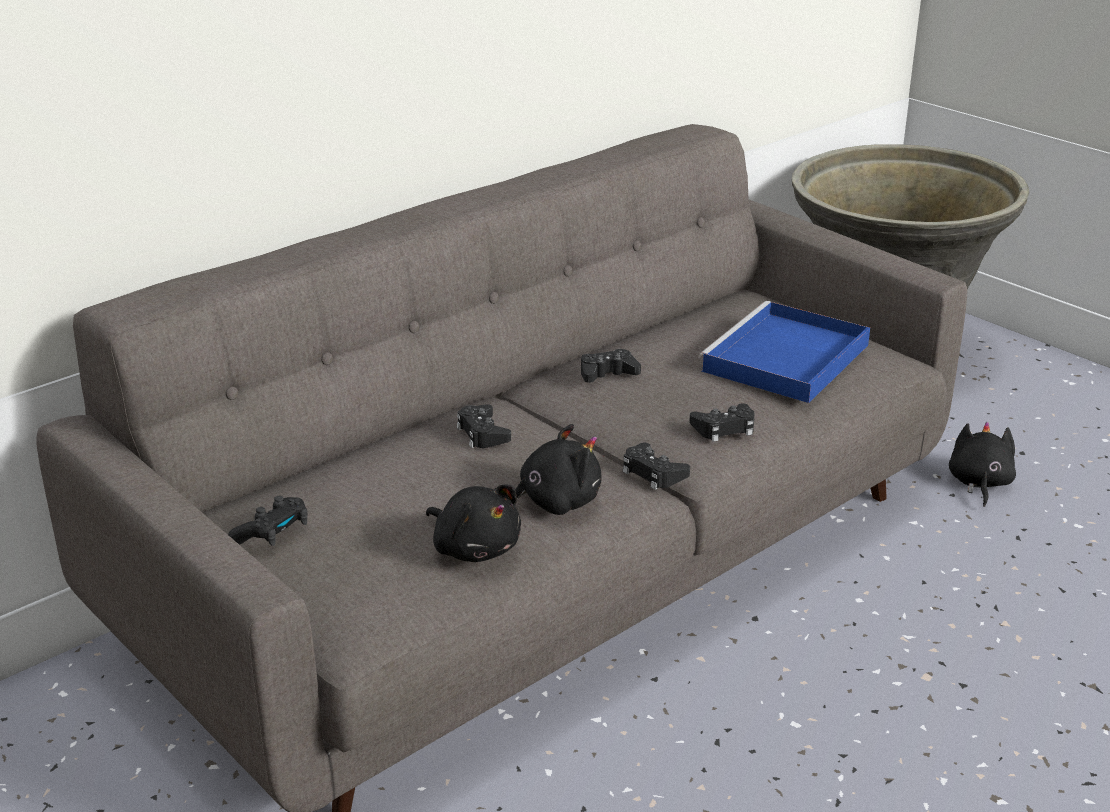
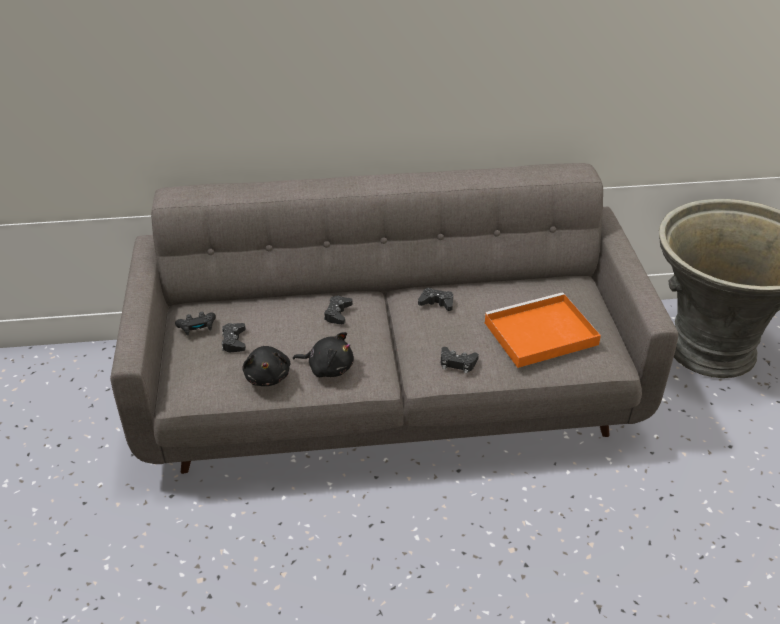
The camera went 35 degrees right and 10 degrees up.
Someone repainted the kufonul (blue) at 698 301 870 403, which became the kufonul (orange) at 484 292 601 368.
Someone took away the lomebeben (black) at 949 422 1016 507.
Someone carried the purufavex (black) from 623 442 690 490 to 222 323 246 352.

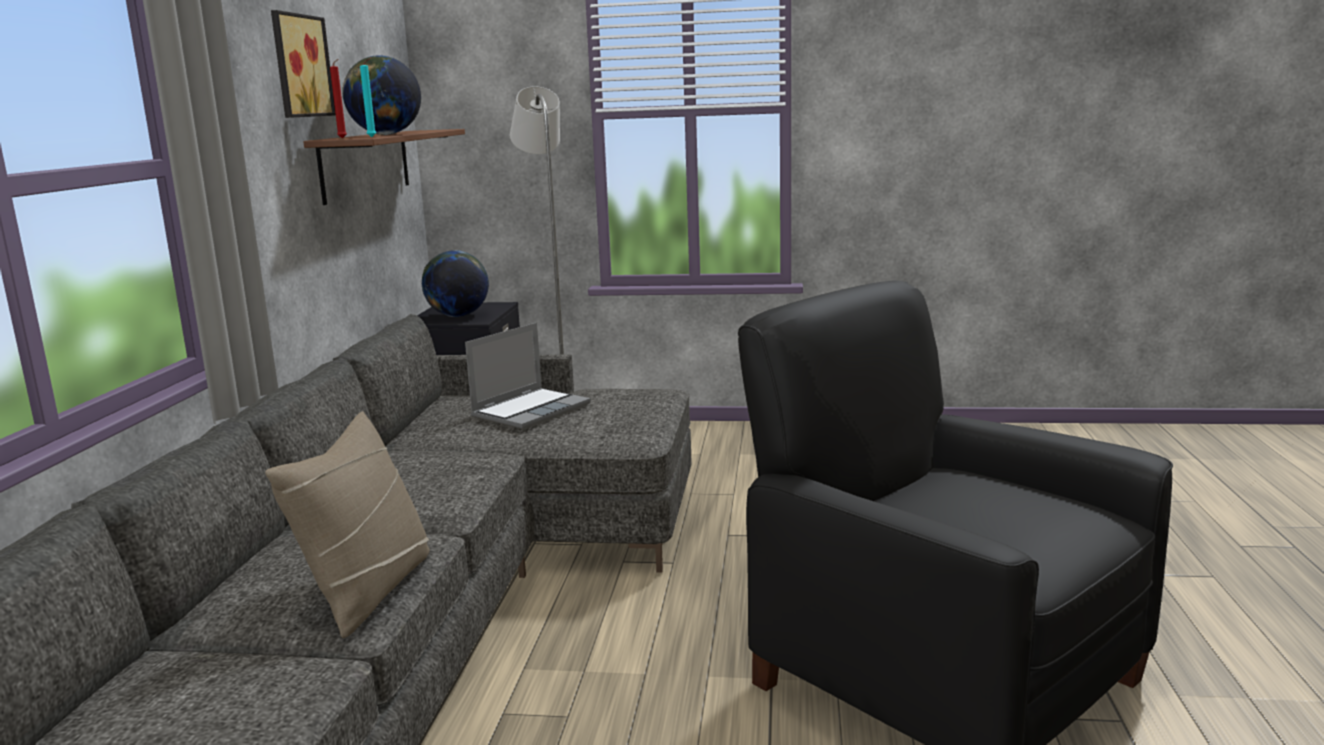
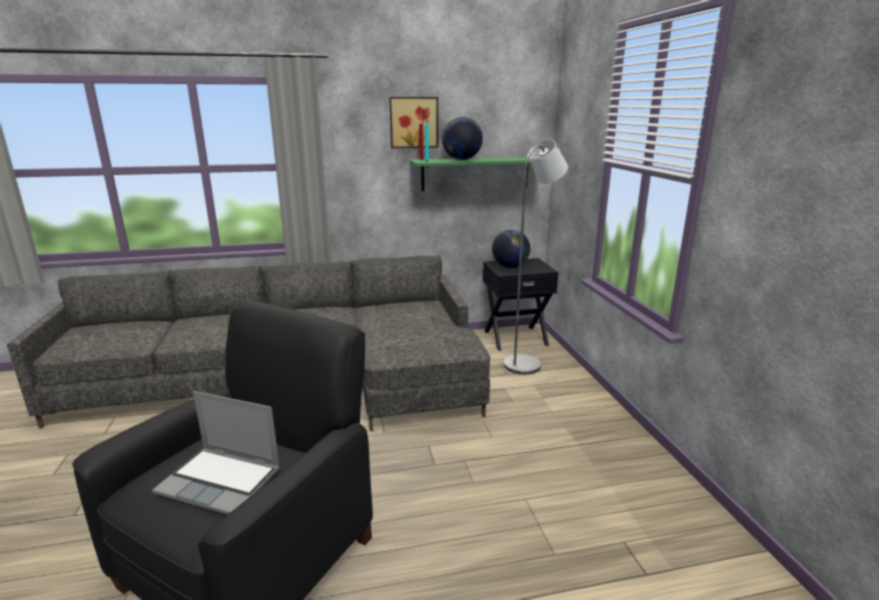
The camera went 70 degrees right and 5 degrees up.
Someone repainted the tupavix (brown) at 303 129 465 205, which became the tupavix (green) at 409 157 532 191.
Someone carried the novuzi from 465 323 591 430 to 152 391 280 515.
Someone took away the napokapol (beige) at 265 411 430 638.

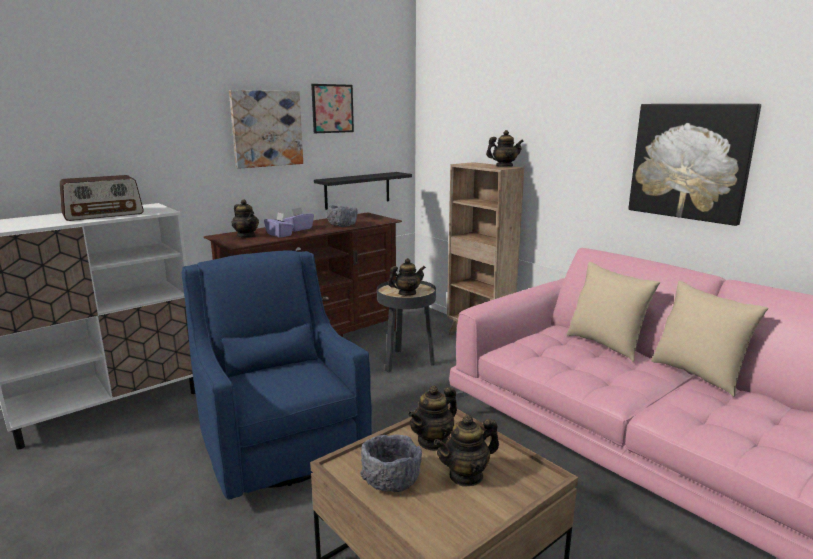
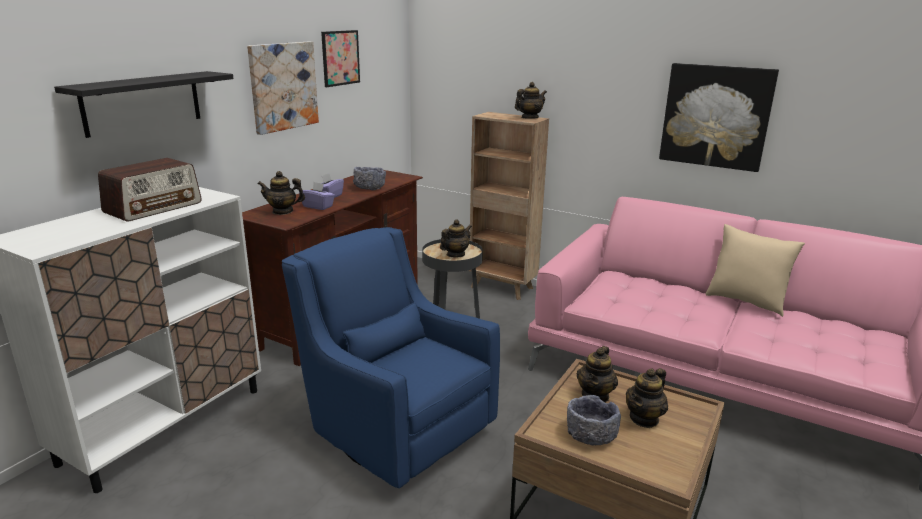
The camera went 20 degrees left and 5 degrees up.
Someone carried the tupavix (black) from 314 172 412 210 to 54 71 234 138.
Someone rotated the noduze at 232 199 259 238 by 150 degrees clockwise.
Someone took away the napokapol (beige) at 567 262 660 362.

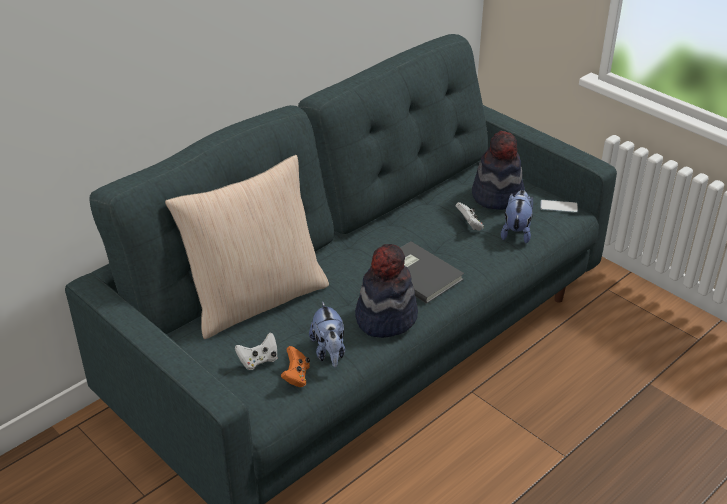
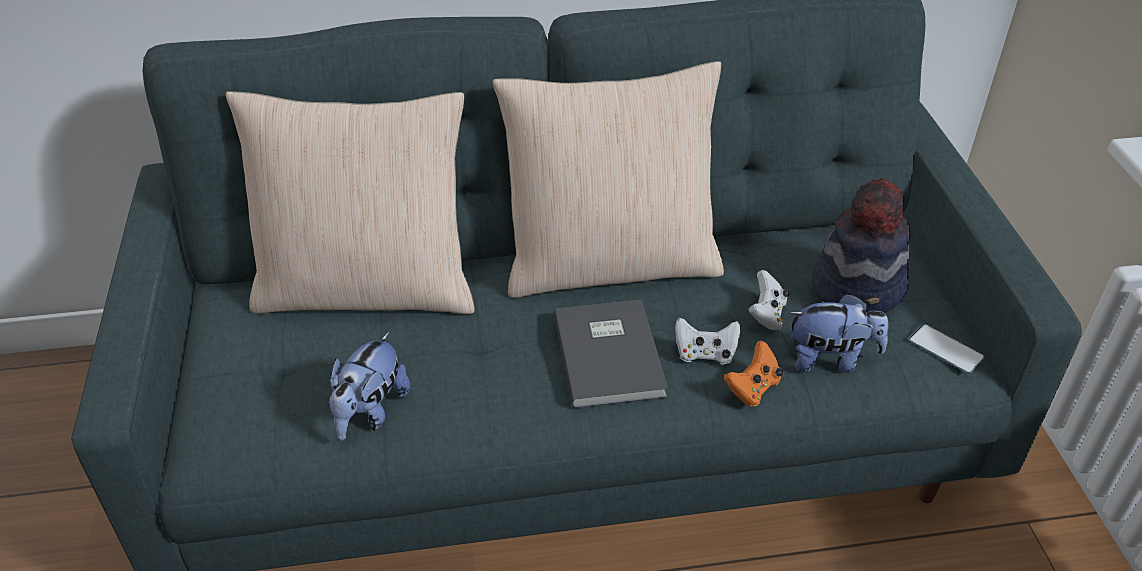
The camera went 35 degrees right and 5 degrees up.
Someone rotated the lomebeben at 501 190 533 243 by 45 degrees clockwise.
Someone took away the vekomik at 355 244 418 338.
Someone carried the purufavex (white) from 235 332 278 370 to 675 318 740 365.
Someone carried the purufavex (orange) from 281 346 310 387 to 724 341 783 407.
Someone put down the napokapol (beige) at 493 61 724 298.

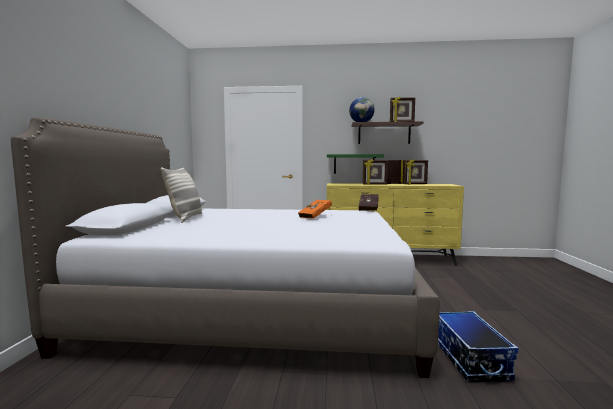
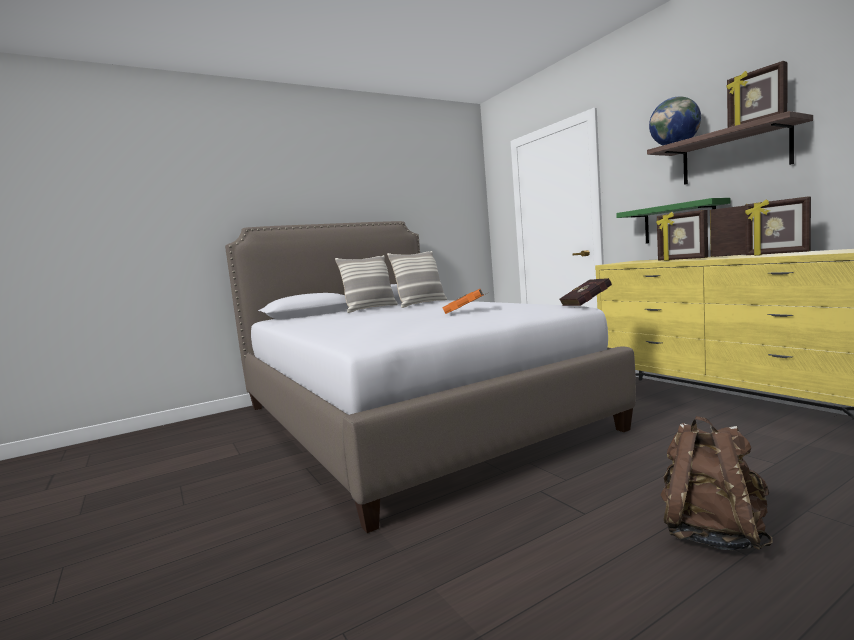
The camera went 55 degrees right and 0 degrees up.
Someone took away the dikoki at 438 311 519 382.
Someone put down the napokapol at 387 251 447 308.
Someone put down the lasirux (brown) at 661 416 773 550.

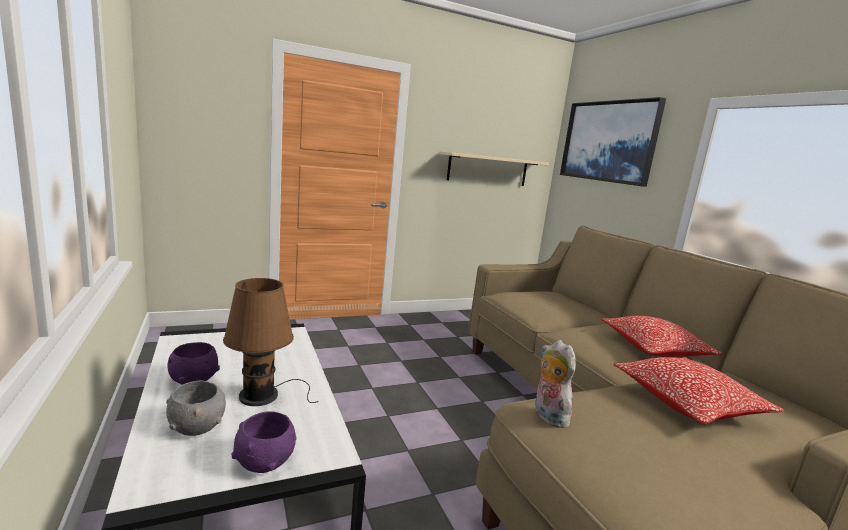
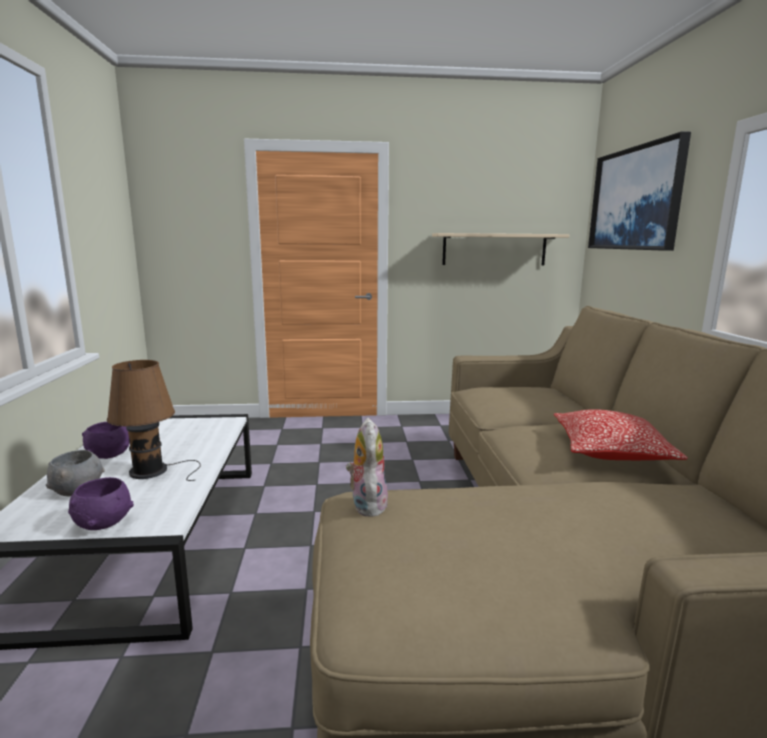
The camera went 20 degrees right and 0 degrees up.
Someone took away the napokapol at 613 357 784 425.

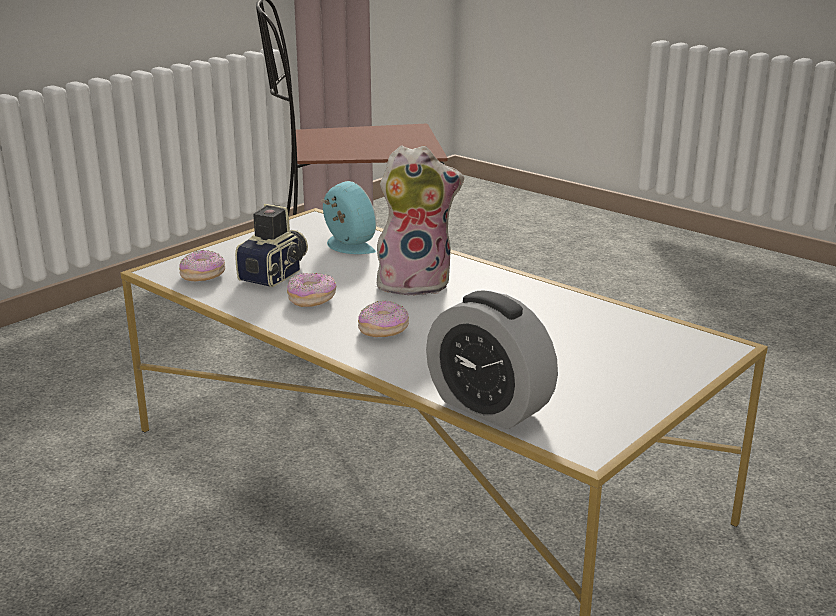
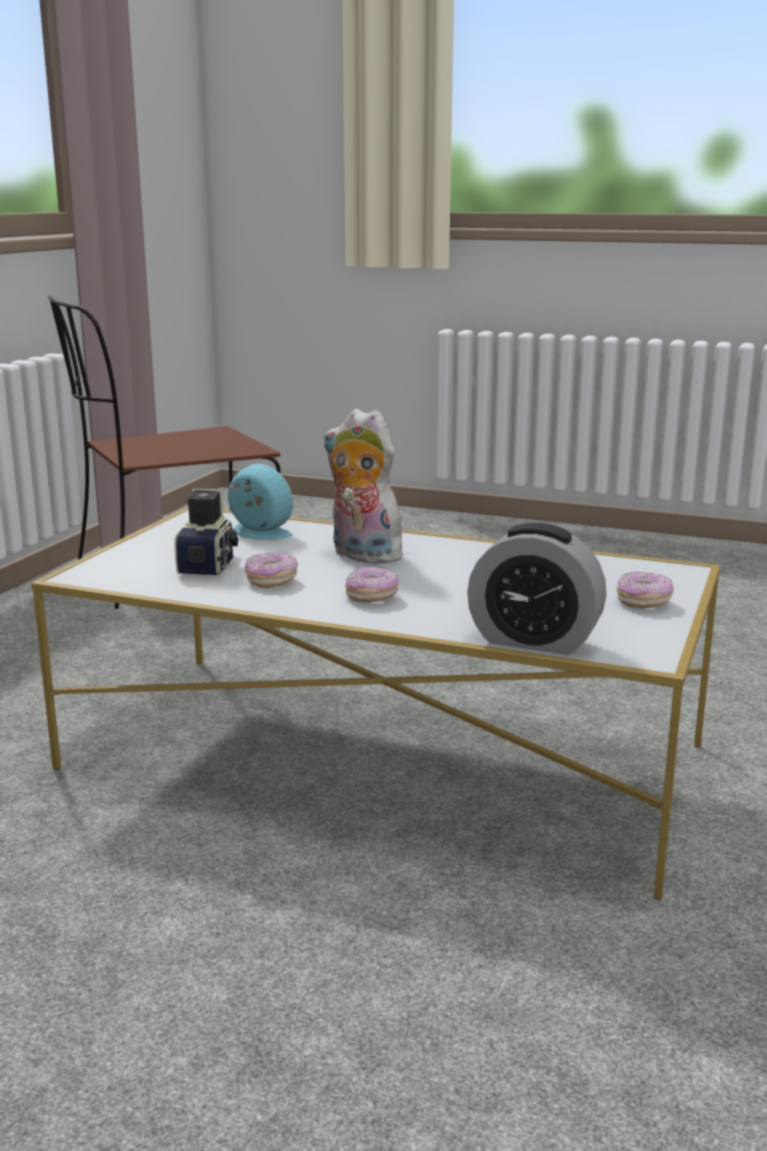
The camera went 20 degrees left and 5 degrees down.
Someone rotated the lomebeben at 377 145 464 296 by 120 degrees counterclockwise.
Someone carried the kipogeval from 179 250 225 281 to 616 572 674 608.

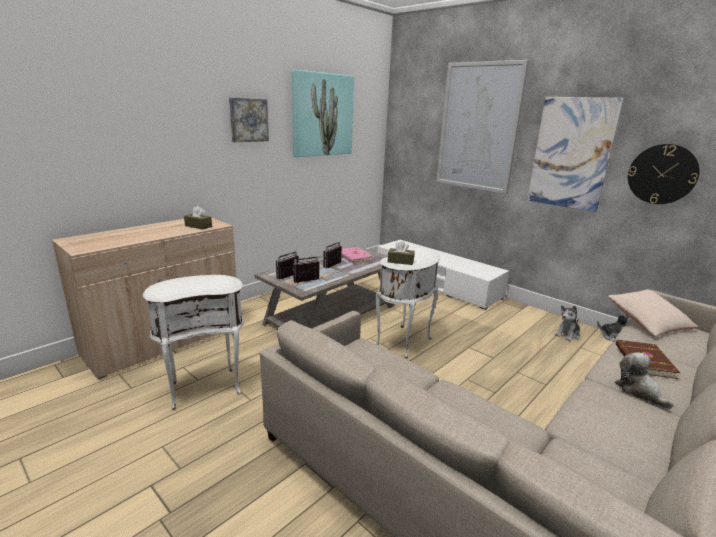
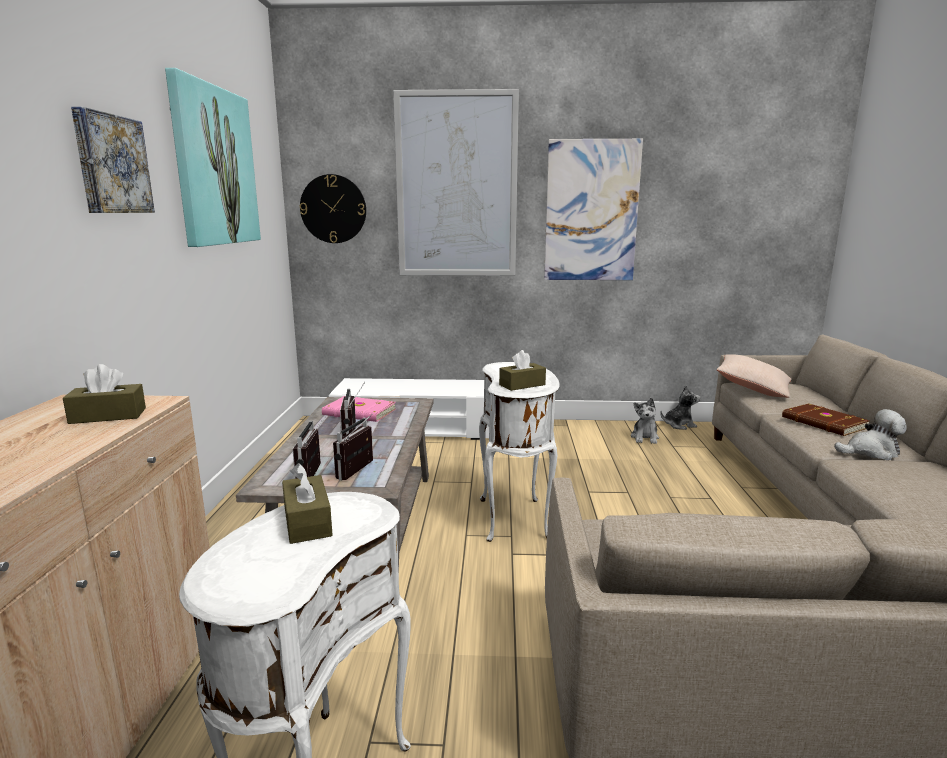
The camera went 40 degrees left and 5 degrees down.
Someone carried the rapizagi from 628 144 700 204 to 300 174 366 243.
Someone rotated the lomebeben at 615 353 674 409 by 150 degrees clockwise.
Someone put down the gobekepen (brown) at 282 463 333 544.

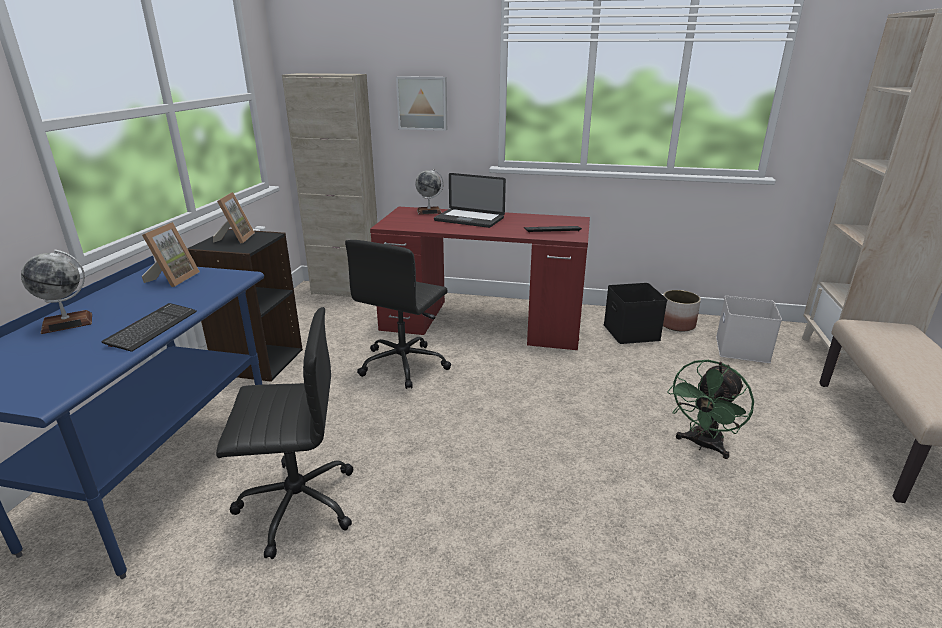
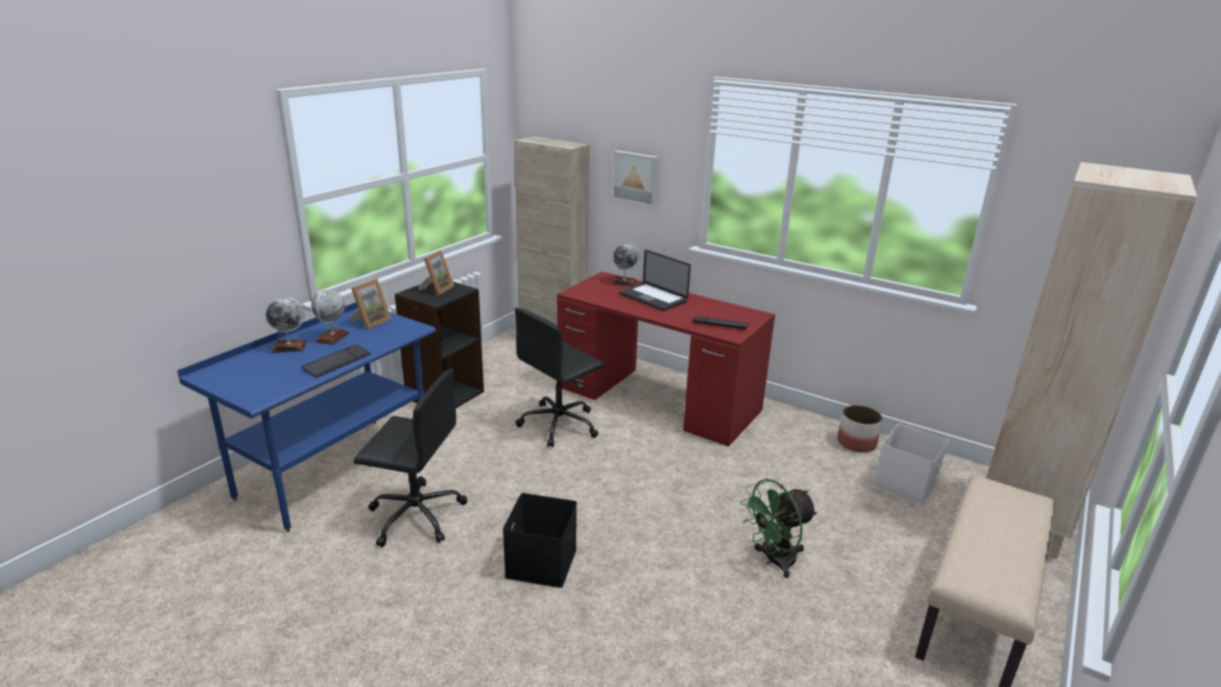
The camera went 20 degrees right and 0 degrees up.
Someone carried the dikoki (black) from 604 283 667 344 to 503 493 577 588.
Someone put down the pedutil at 311 290 349 345.

